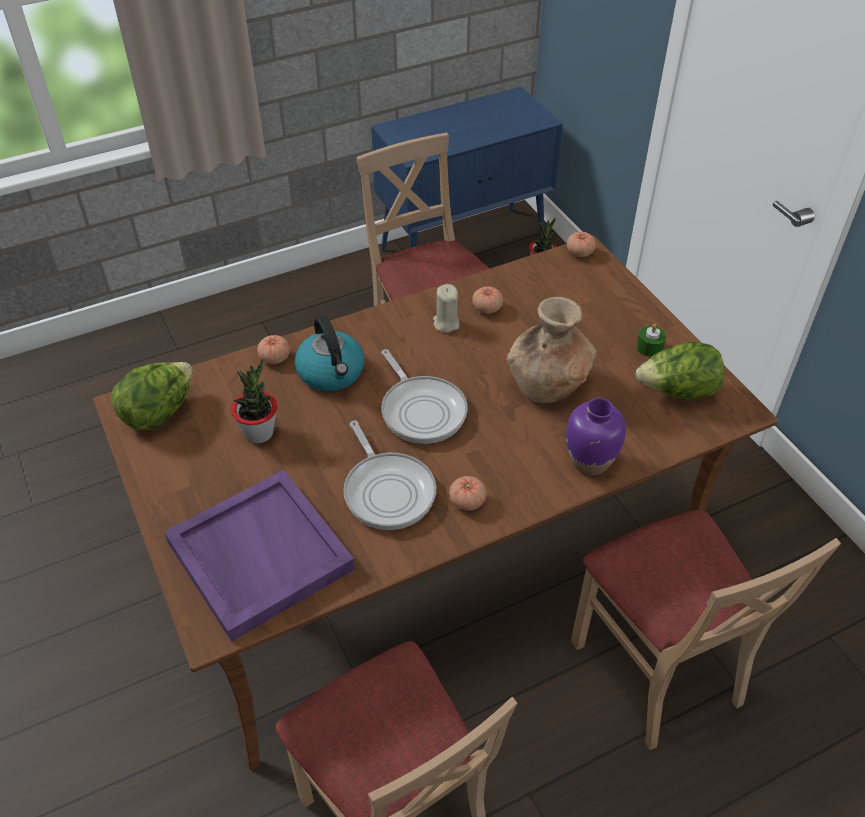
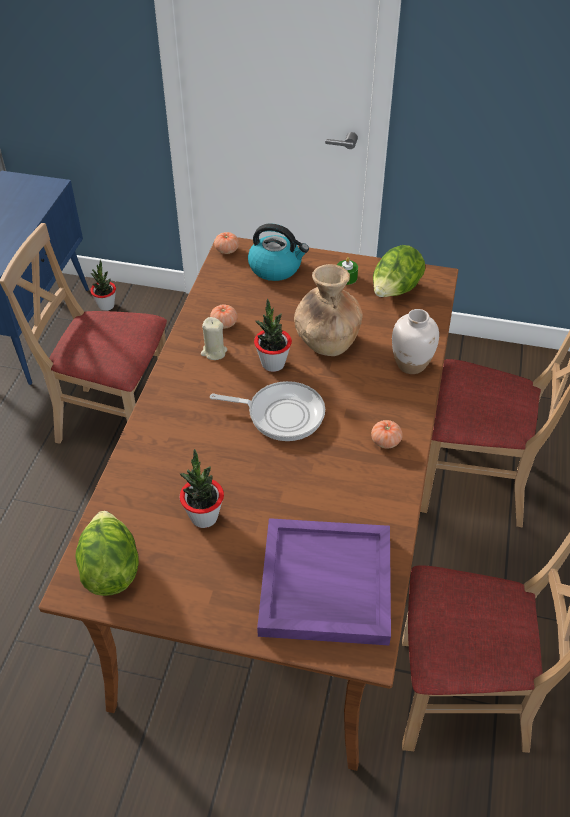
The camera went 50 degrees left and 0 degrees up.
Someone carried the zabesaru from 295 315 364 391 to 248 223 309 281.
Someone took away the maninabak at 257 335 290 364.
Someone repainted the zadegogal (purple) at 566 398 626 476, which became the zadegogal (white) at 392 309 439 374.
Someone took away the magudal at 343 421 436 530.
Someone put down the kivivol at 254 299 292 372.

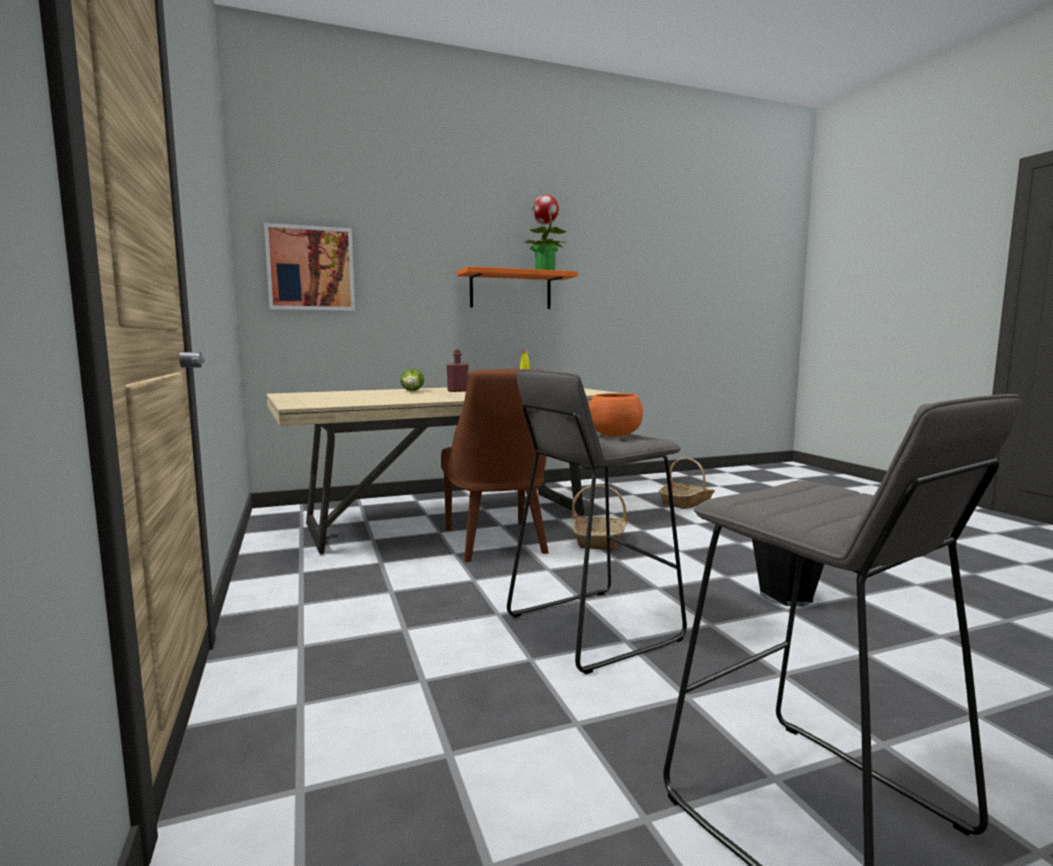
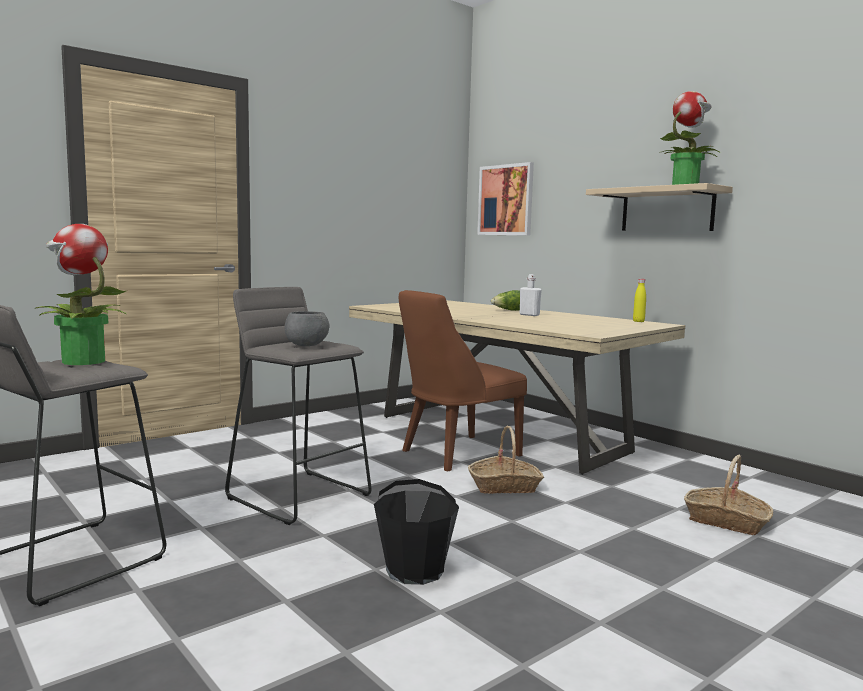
The camera went 70 degrees right and 0 degrees up.
Someone repainted the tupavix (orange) at 457 266 578 309, which became the tupavix (beige) at 586 183 733 231.
Someone repainted the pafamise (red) at 446 349 468 392, which became the pafamise (white) at 520 274 542 316.
Someone repainted the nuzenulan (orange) at 589 393 643 437, which became the nuzenulan (grey) at 285 311 330 346.
Someone put down the kivivol at 35 224 126 365.

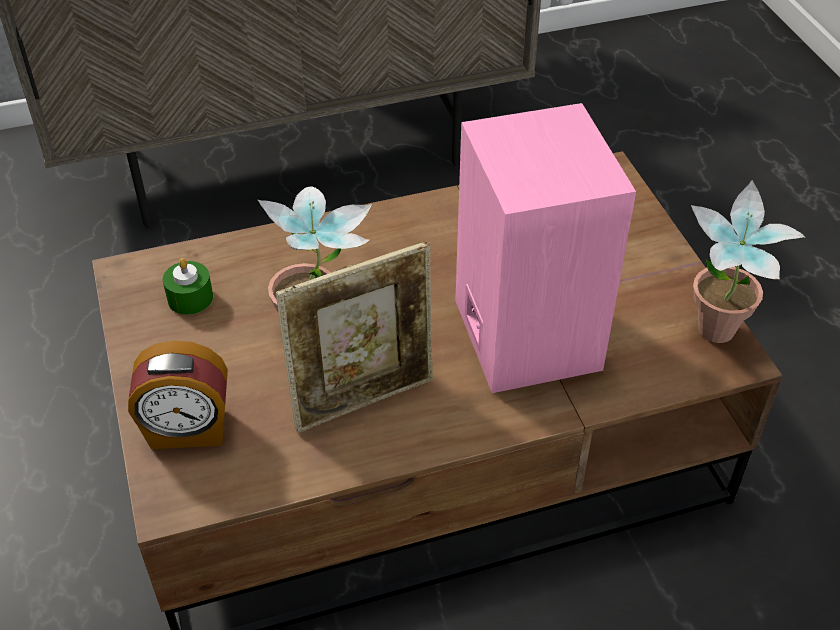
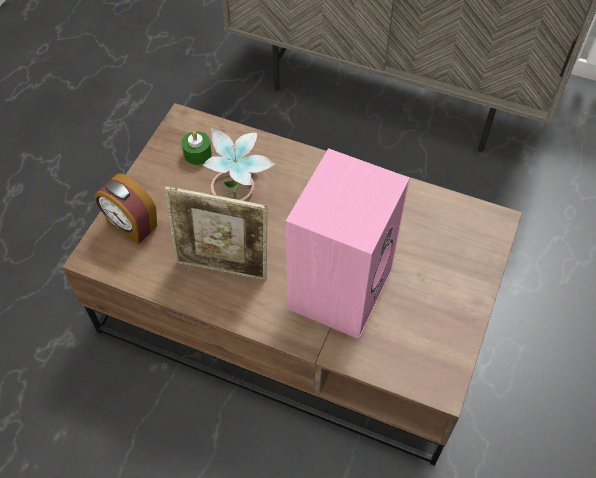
The camera went 40 degrees right and 10 degrees up.
Someone took away the kivivol at 691 180 806 343.

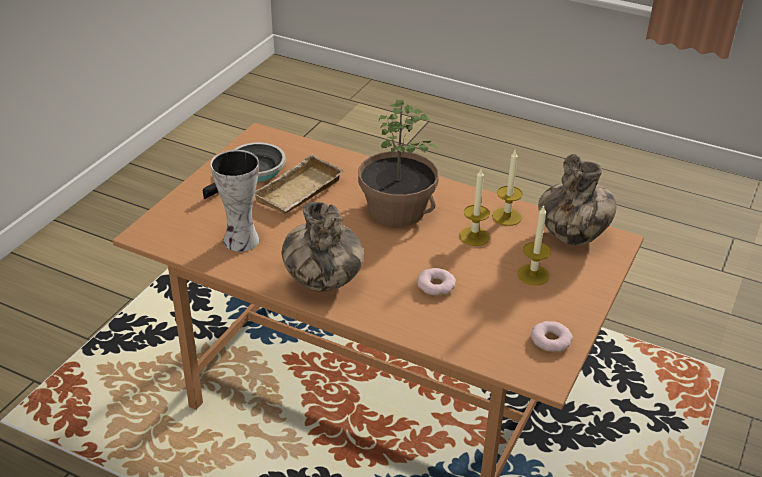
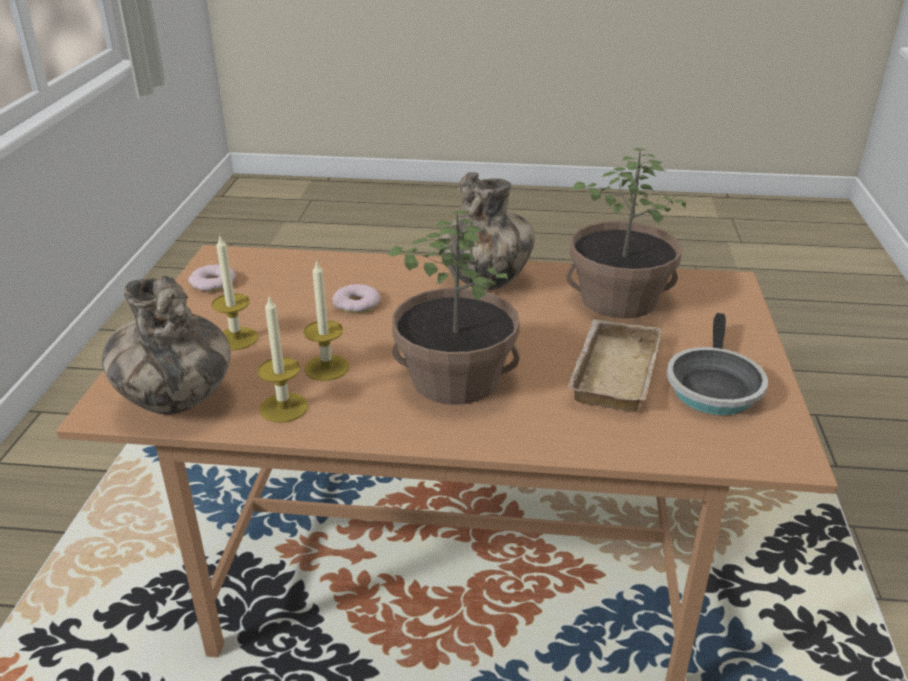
The camera went 160 degrees right and 5 degrees down.
Someone swapped the zadegogal at 210 150 260 252 for the kivivol at 566 148 686 318.

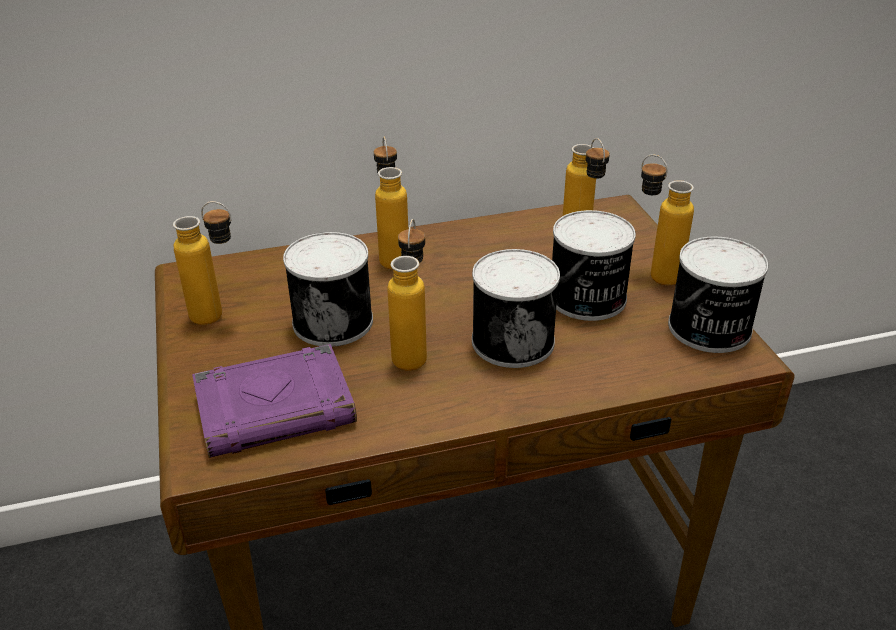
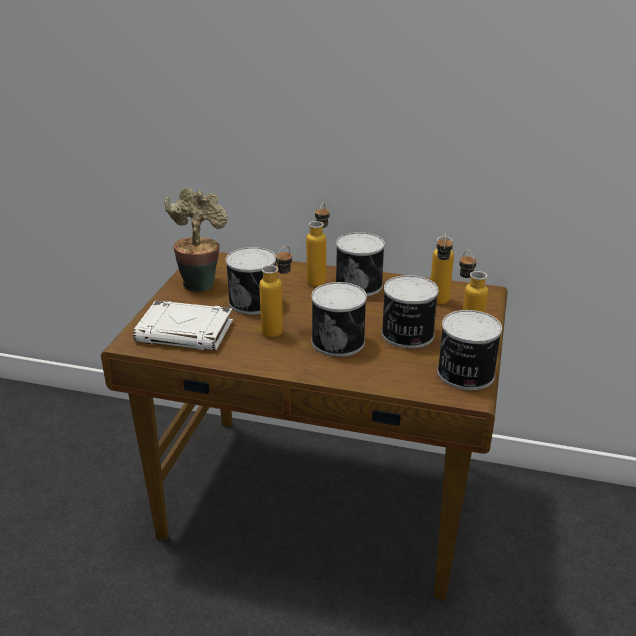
The camera went 30 degrees right and 5 degrees down.
Someone swapped the pafamise at 173 201 231 325 for the kivivol at 164 188 228 292.
Someone repainted the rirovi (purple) at 192 344 357 458, which became the rirovi (white) at 133 301 233 351.
Someone put down the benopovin at 336 232 385 296.

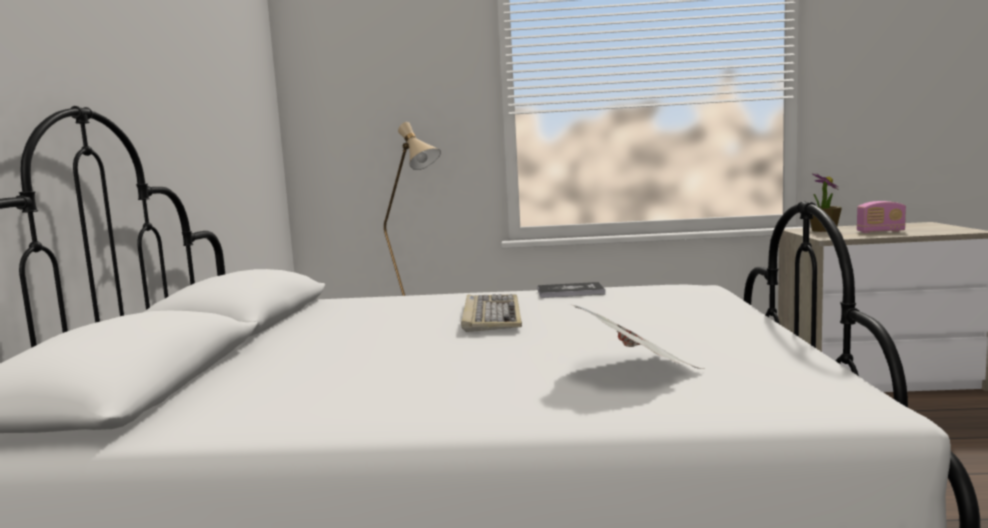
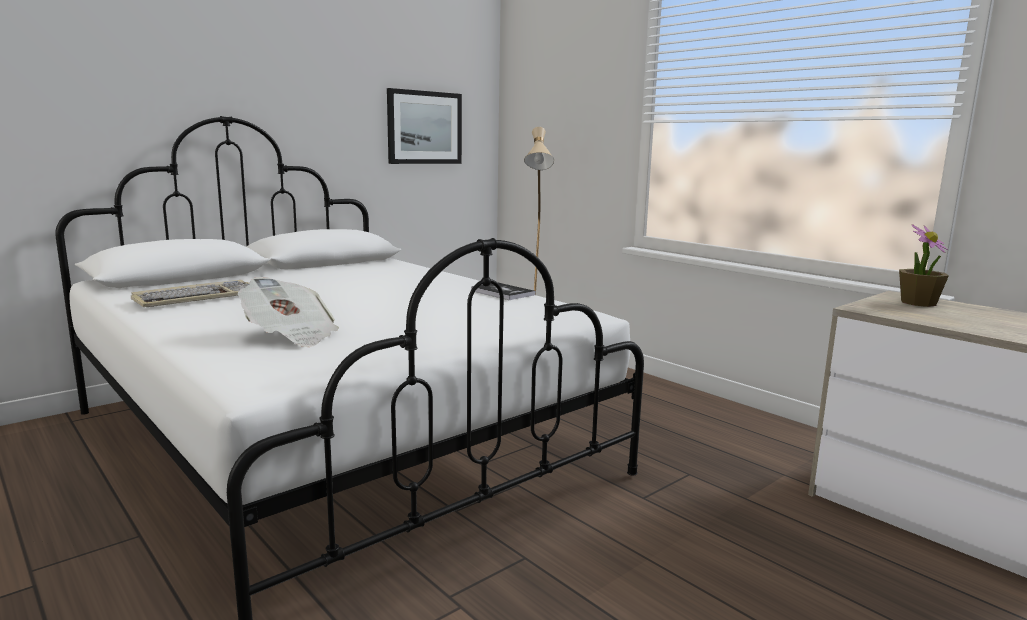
The camera went 45 degrees right and 5 degrees up.
Someone took away the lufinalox at 857 201 906 233.
Someone carried the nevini from 461 294 522 332 to 131 280 250 307.
Someone put up the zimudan at 387 88 462 164.

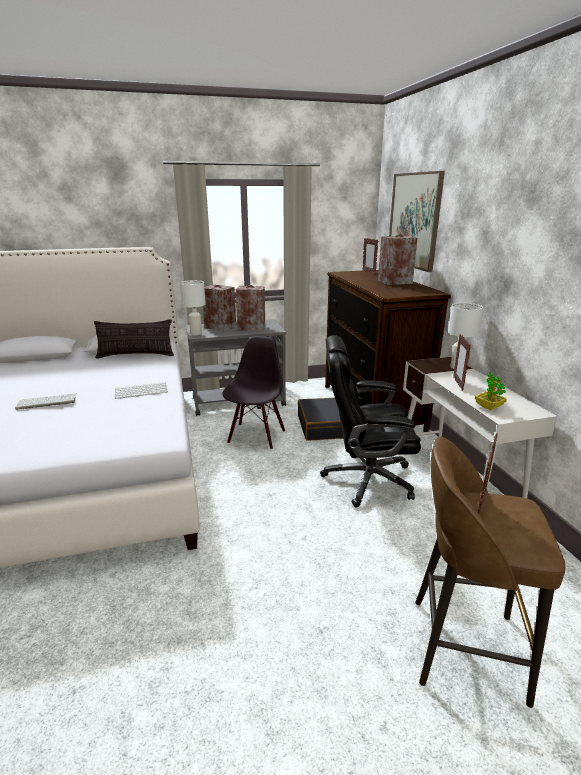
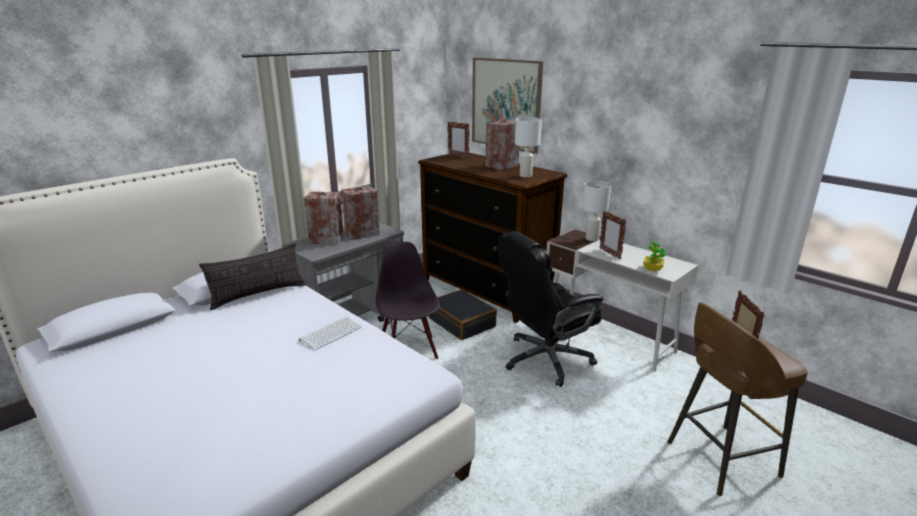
The camera went 30 degrees left and 0 degrees up.
Someone carried the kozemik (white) from 180 280 206 335 to 515 117 542 178.
Someone took away the nevini at 15 393 77 410.

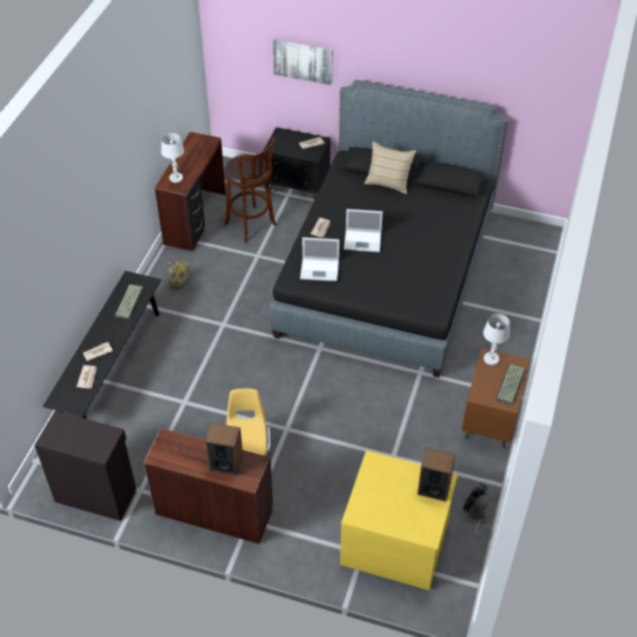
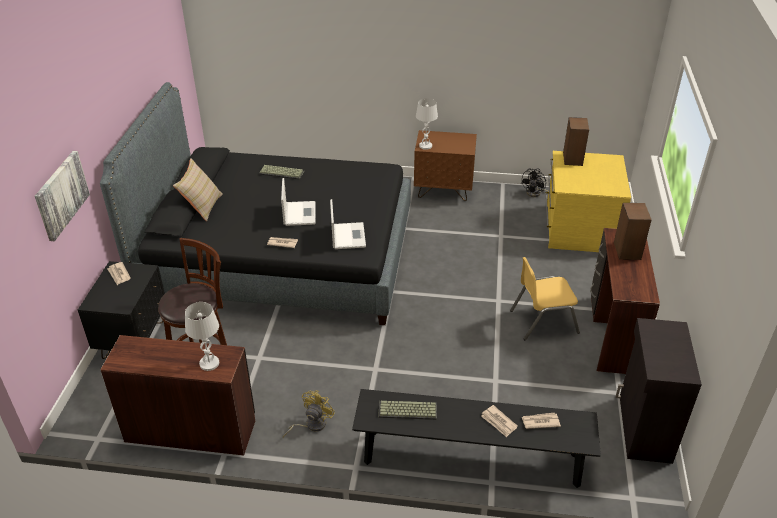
The camera went 100 degrees left and 10 degrees down.
Someone carried the nevini from 496 364 525 405 to 259 165 304 180.

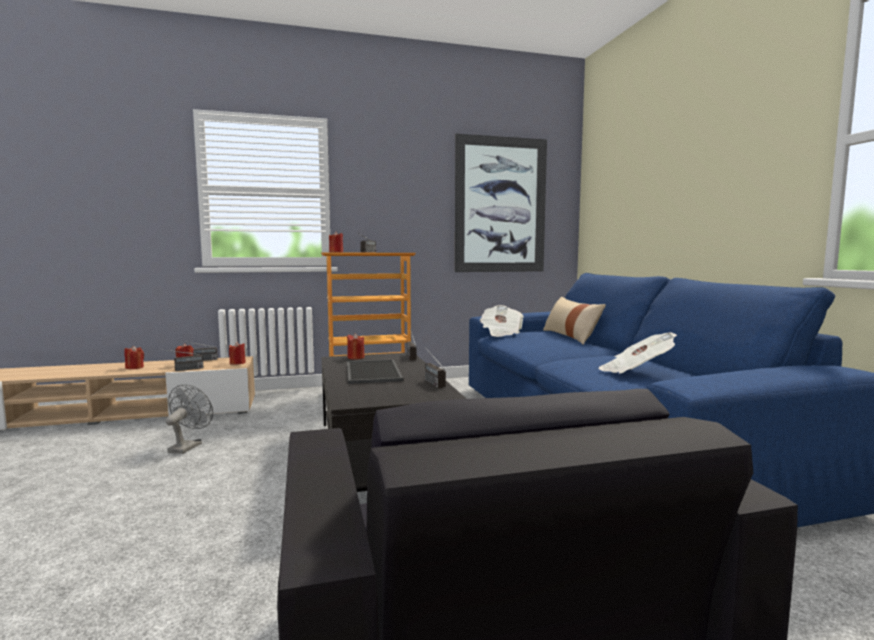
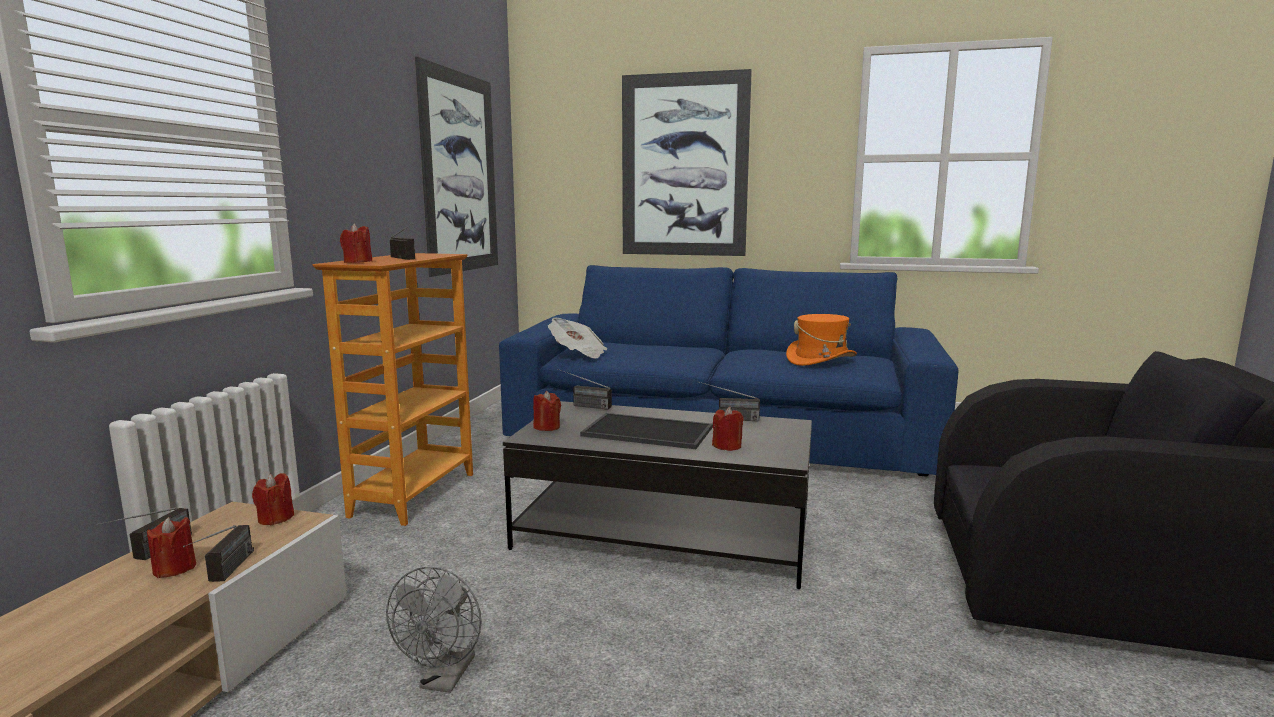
The camera went 60 degrees left and 5 degrees up.
Someone took away the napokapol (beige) at 543 296 606 345.
Someone swapped the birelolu at 599 333 677 374 for the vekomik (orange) at 786 314 857 366.
Someone carried the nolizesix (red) from 124 346 144 369 to 712 406 744 451.
Someone rotated the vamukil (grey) at 165 384 213 454 by 120 degrees counterclockwise.
Someone put up the zimudan at 622 69 752 256.

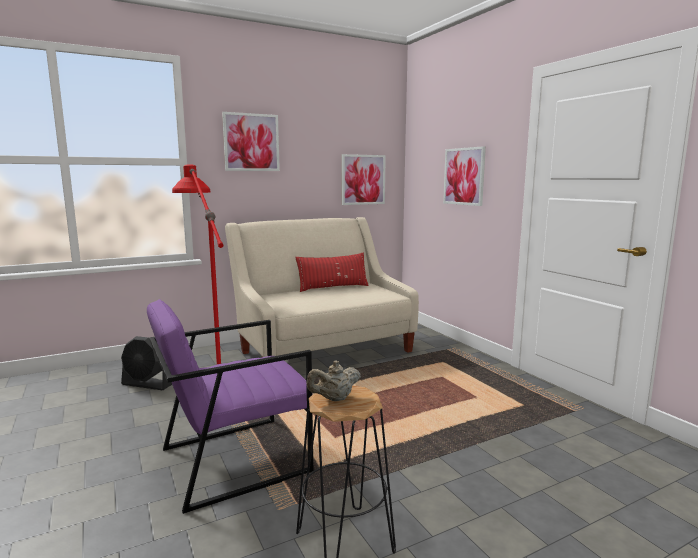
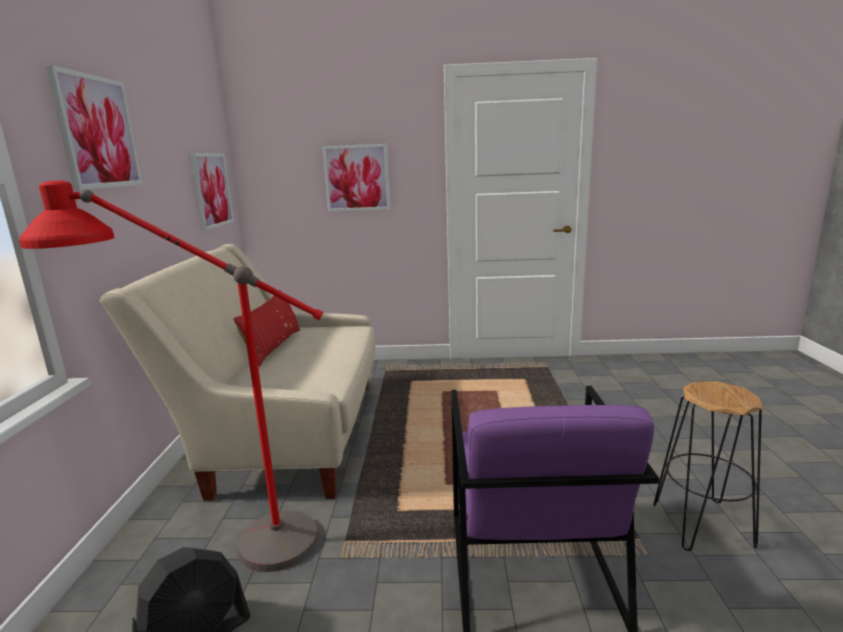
The camera went 60 degrees left and 5 degrees up.
Someone took away the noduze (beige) at 307 361 361 401.

